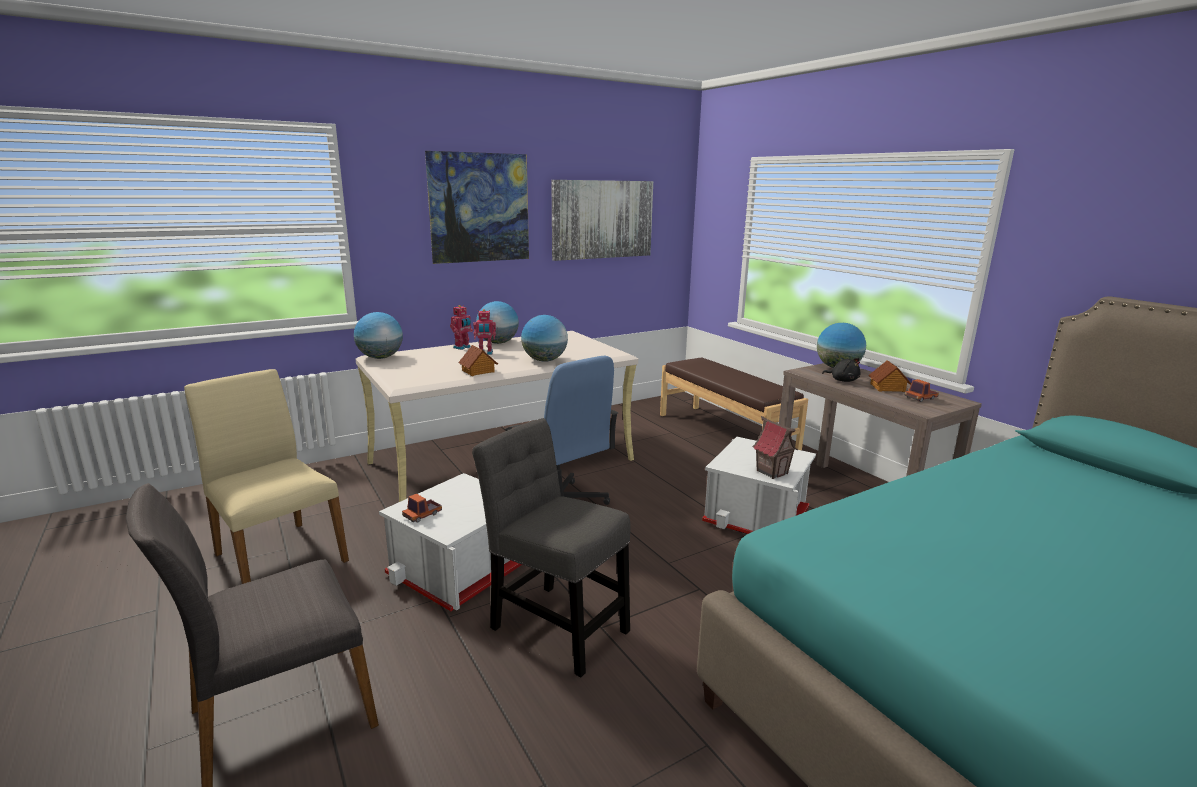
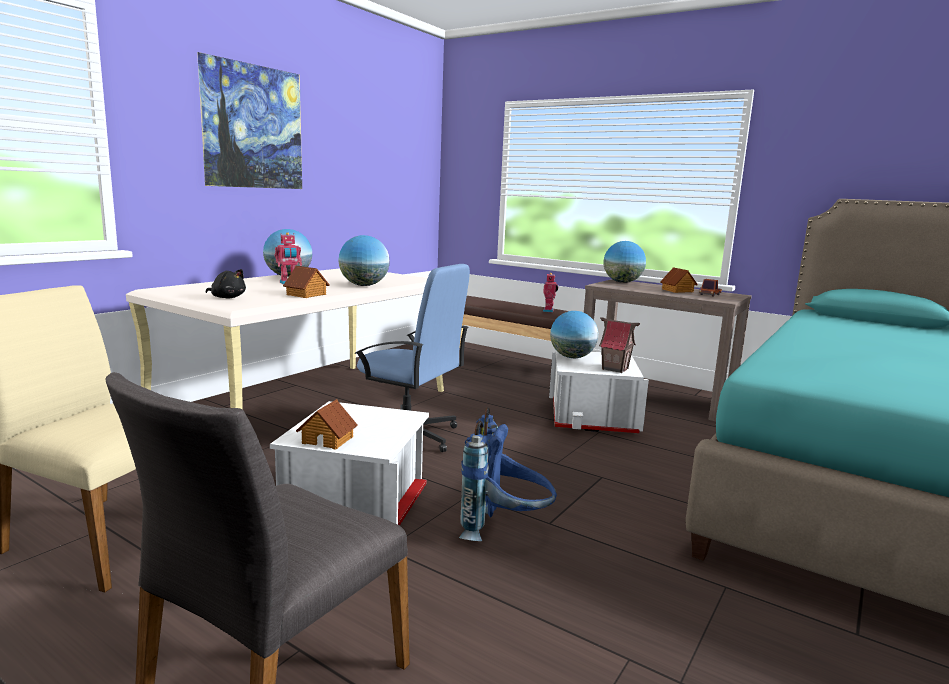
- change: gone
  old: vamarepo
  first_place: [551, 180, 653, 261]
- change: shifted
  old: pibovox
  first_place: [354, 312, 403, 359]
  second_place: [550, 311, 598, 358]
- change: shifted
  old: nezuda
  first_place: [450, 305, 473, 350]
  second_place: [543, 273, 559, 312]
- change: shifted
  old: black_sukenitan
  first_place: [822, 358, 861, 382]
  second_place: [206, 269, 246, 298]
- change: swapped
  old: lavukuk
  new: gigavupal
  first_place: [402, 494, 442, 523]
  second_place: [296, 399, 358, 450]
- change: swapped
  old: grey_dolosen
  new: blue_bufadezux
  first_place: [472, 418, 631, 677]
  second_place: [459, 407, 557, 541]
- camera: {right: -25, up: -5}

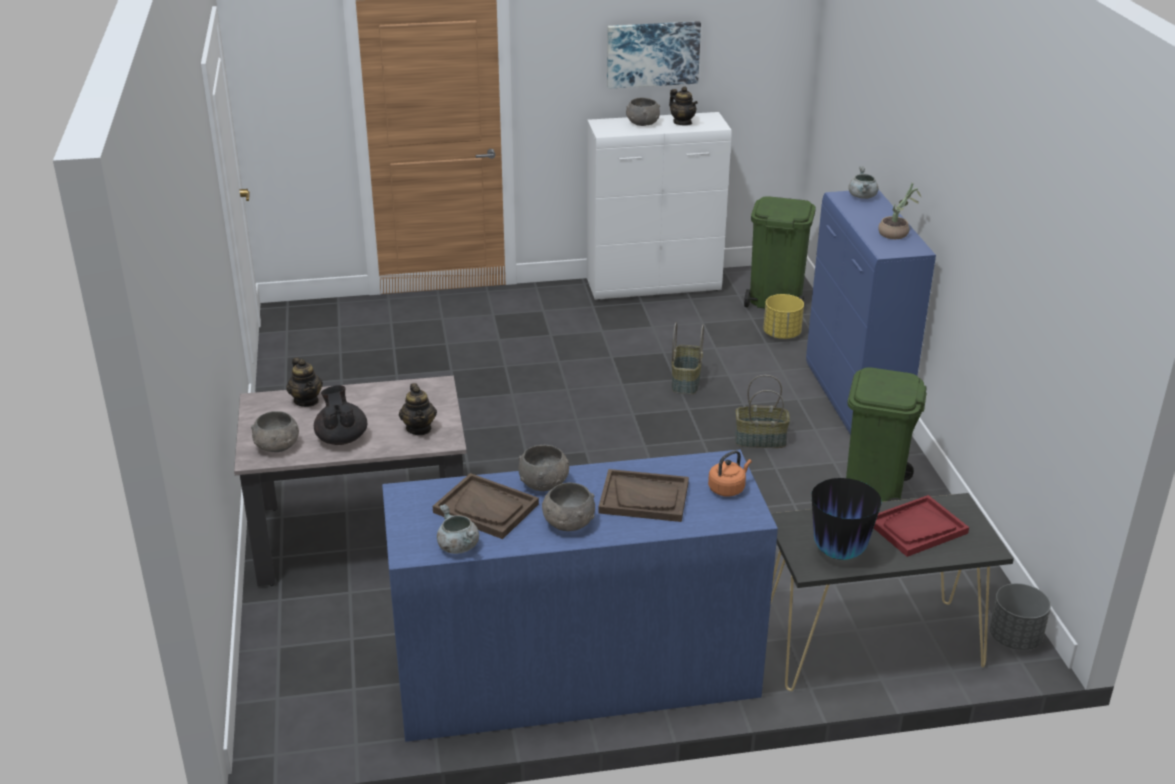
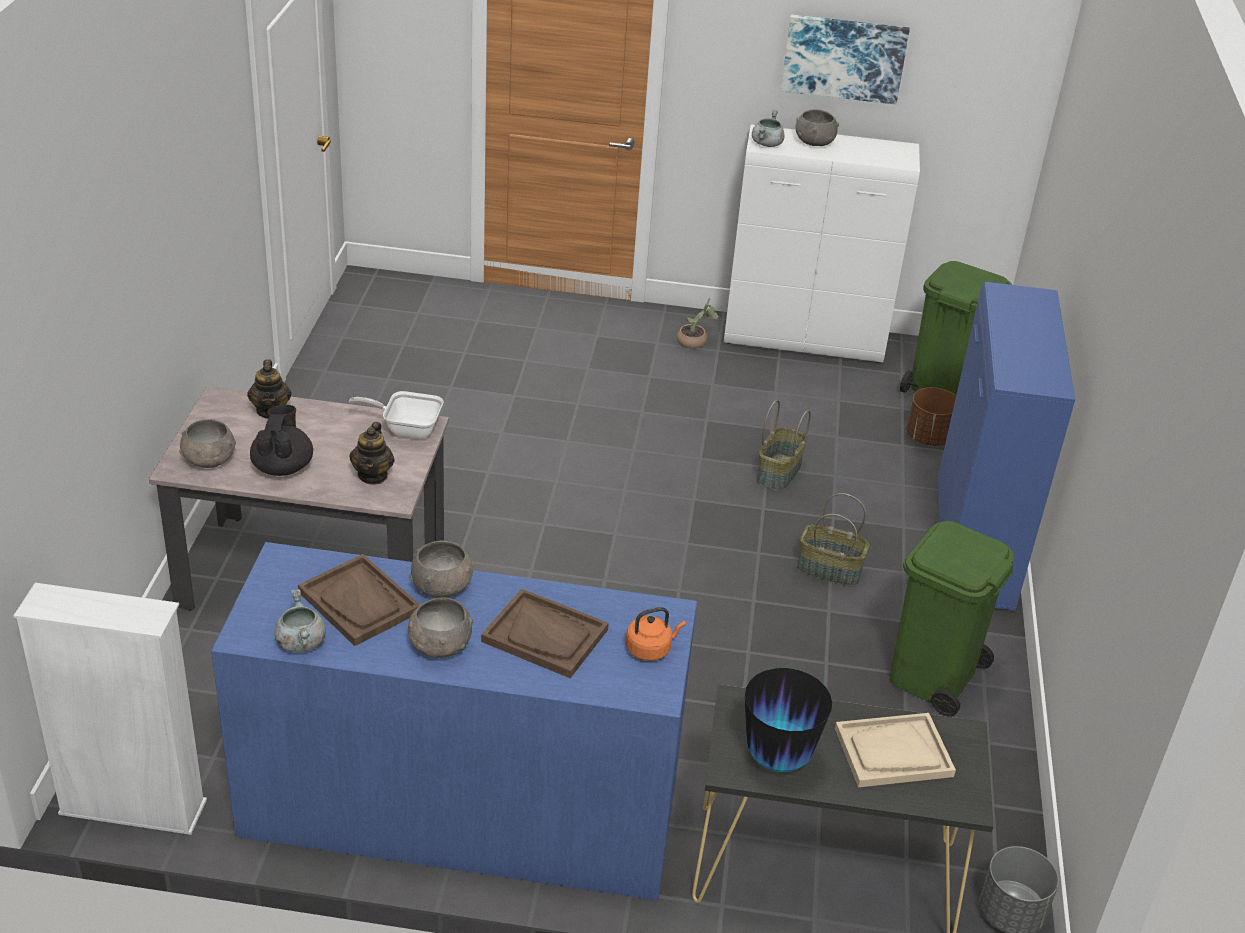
- change: gone
  old: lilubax
  first_place: [669, 86, 698, 126]
- change: new
  new: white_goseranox
  second_place: [13, 583, 207, 835]
- change: new
  new: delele
  second_place: [349, 391, 444, 439]
- change: shifted
  old: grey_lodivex
  first_place: [848, 166, 878, 199]
  second_place: [752, 110, 784, 147]
- change: shifted
  old: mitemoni
  first_place: [878, 183, 921, 239]
  second_place: [677, 298, 720, 349]
- change: repainted
  old: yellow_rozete
  new: brown_rozete
  first_place: [763, 294, 804, 339]
  second_place: [906, 387, 956, 446]
- change: repainted
  old: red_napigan
  new: beige_napigan
  first_place: [874, 495, 969, 557]
  second_place: [835, 713, 956, 787]
- camera: {right: 15, up: 5}

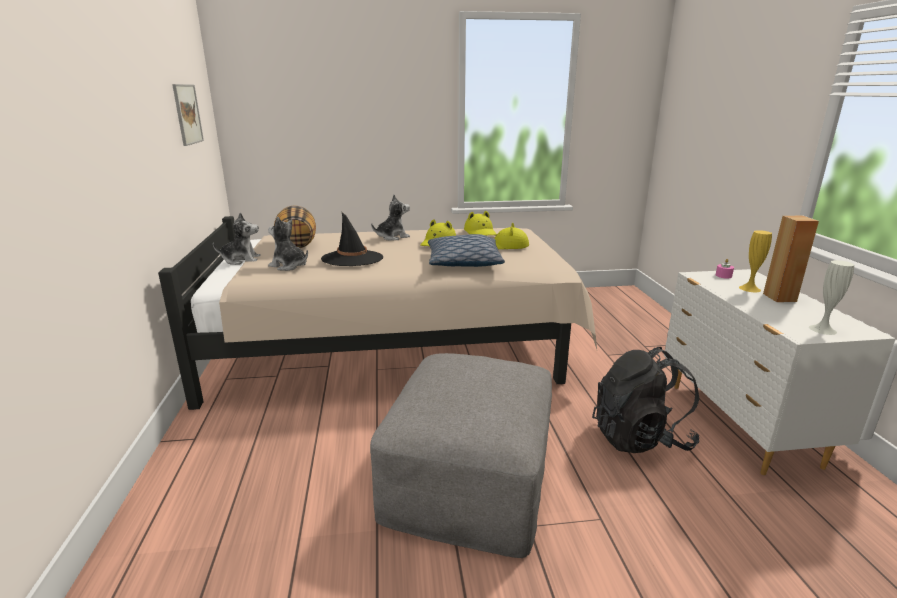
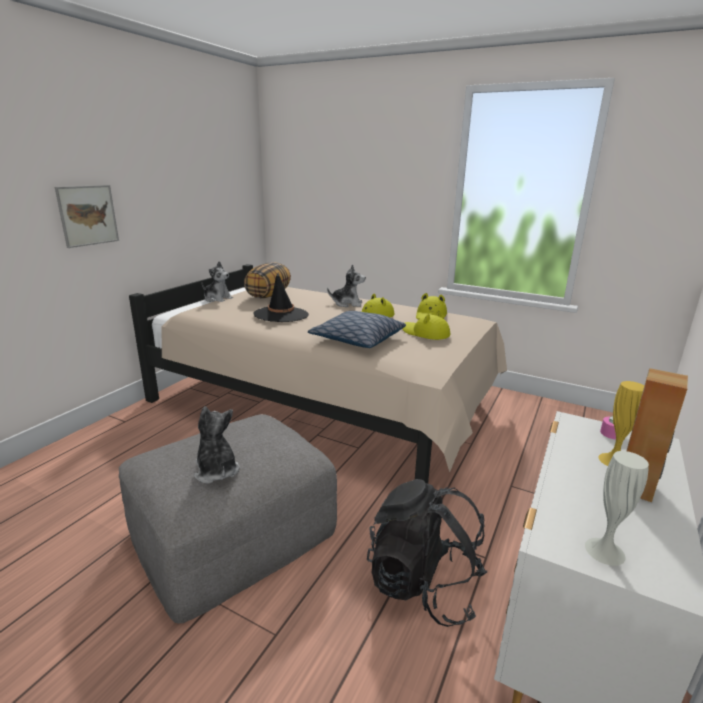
- change: shifted
  old: vamarepo
  first_place: [172, 84, 204, 146]
  second_place: [55, 185, 119, 248]
- change: shifted
  old: sukenitan
  first_place: [268, 217, 308, 271]
  second_place: [194, 406, 239, 483]
- camera: {right: 35, up: 0}

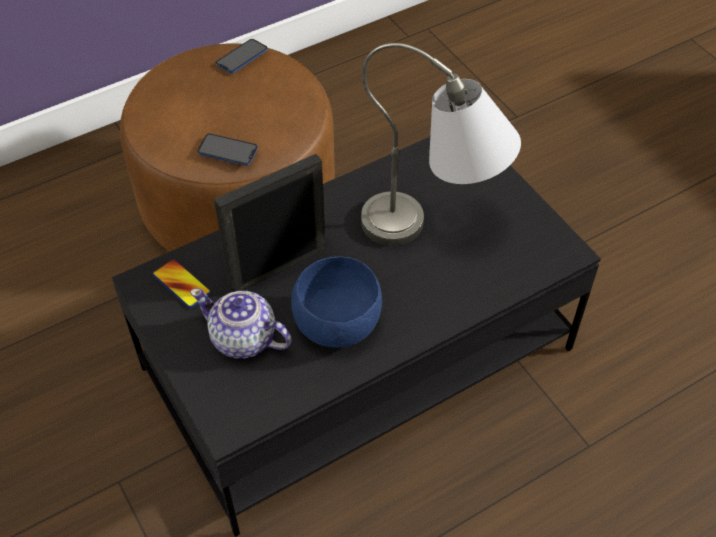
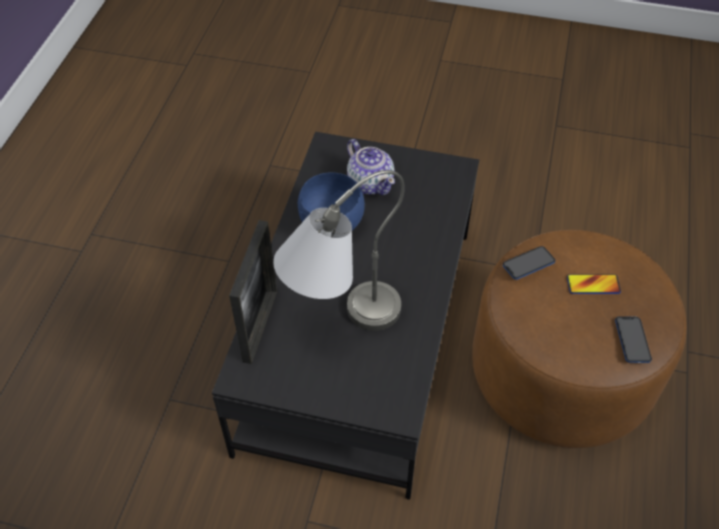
- change: shifted
  old: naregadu
  first_place: [152, 258, 211, 308]
  second_place: [567, 274, 621, 294]
- change: shifted
  old: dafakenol
  first_place: [214, 154, 326, 292]
  second_place: [229, 220, 277, 364]
- change: rotated
  old: lilubax
  first_place: [190, 288, 291, 359]
  second_place: [347, 139, 395, 195]
  degrees: 75
- camera: {right: 135, up: 0}

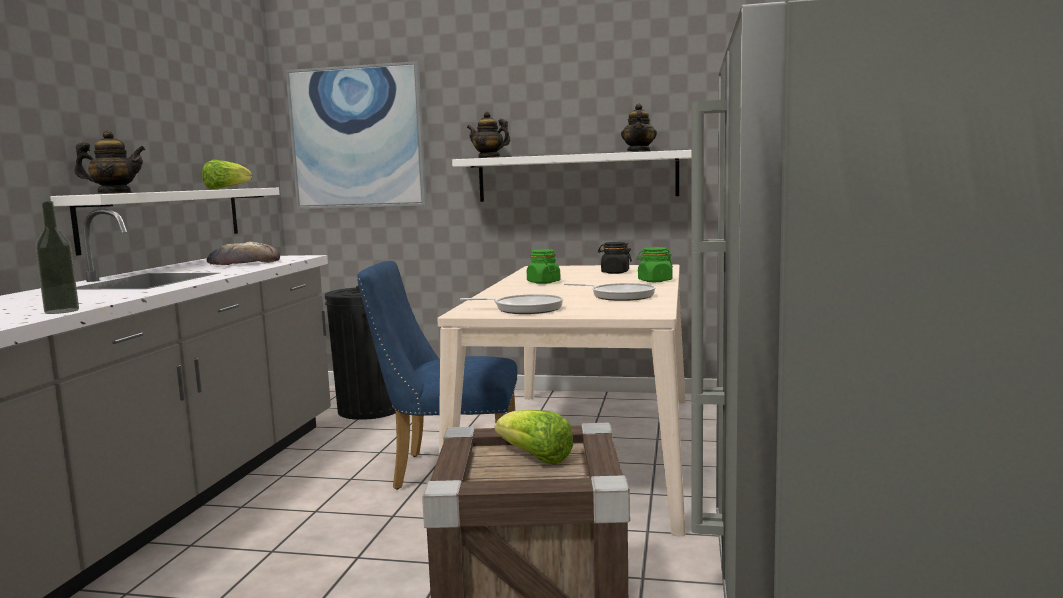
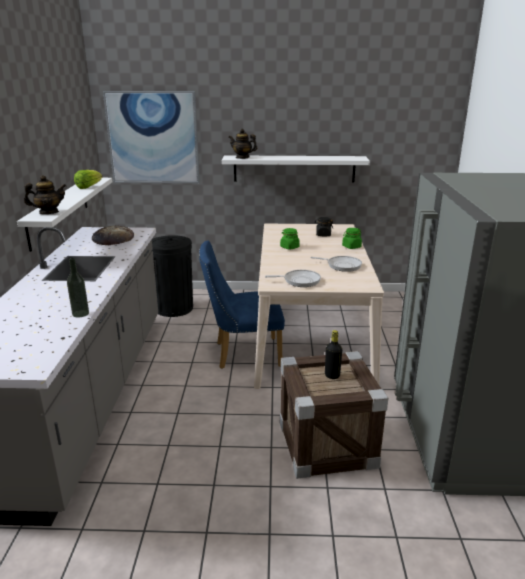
- change: gone
  old: lilubax
  first_place: [621, 103, 657, 152]
- change: swapped
  old: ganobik
  new: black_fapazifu
  first_place: [495, 410, 573, 464]
  second_place: [325, 330, 342, 379]
- camera: {right: -10, up: 15}

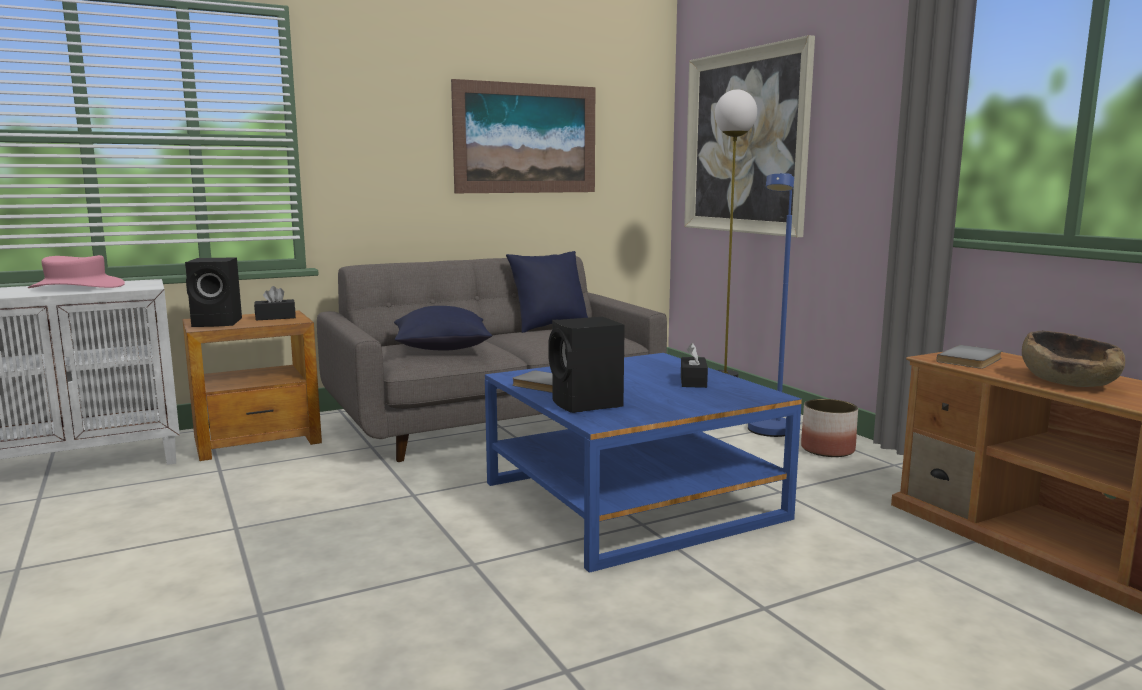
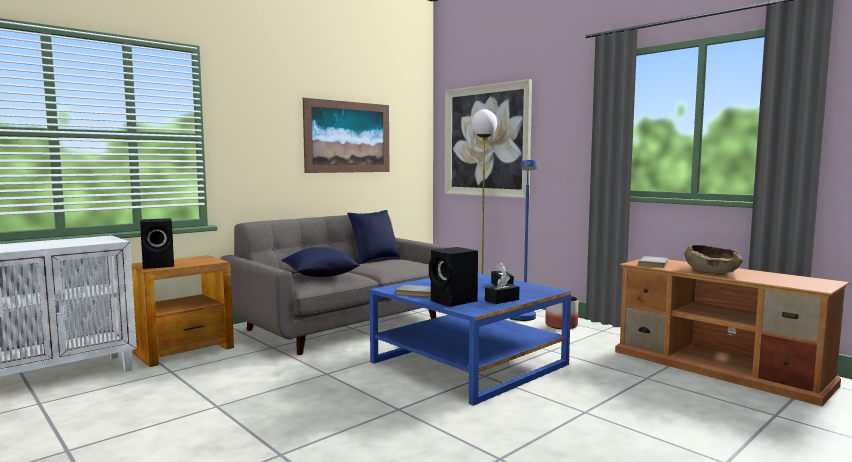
- change: gone
  old: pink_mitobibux
  first_place: [28, 255, 125, 288]
- change: shifted
  old: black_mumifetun
  first_place: [254, 286, 296, 321]
  second_place: [485, 274, 519, 304]
- camera: {right: -15, up: -5}

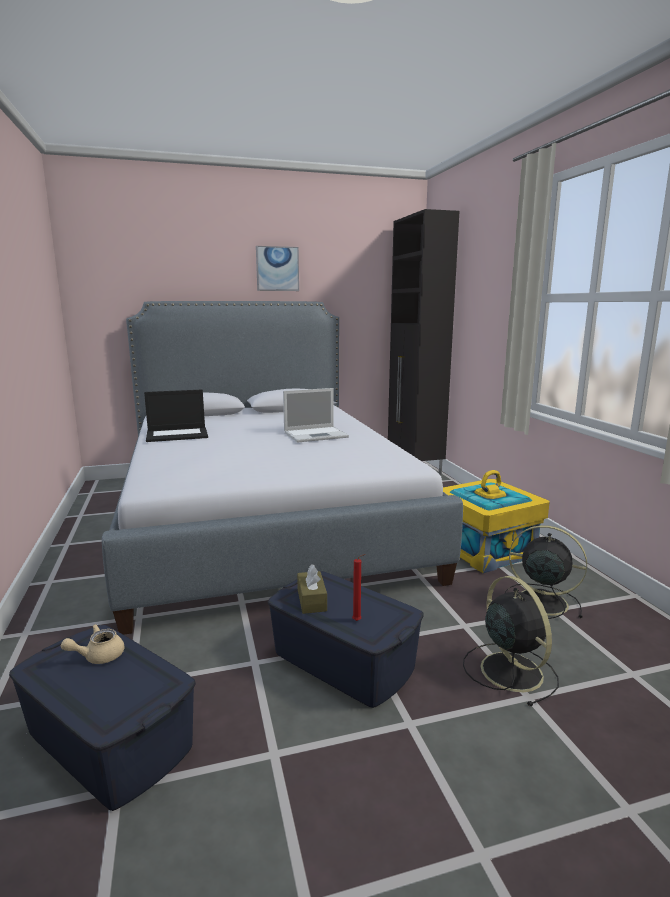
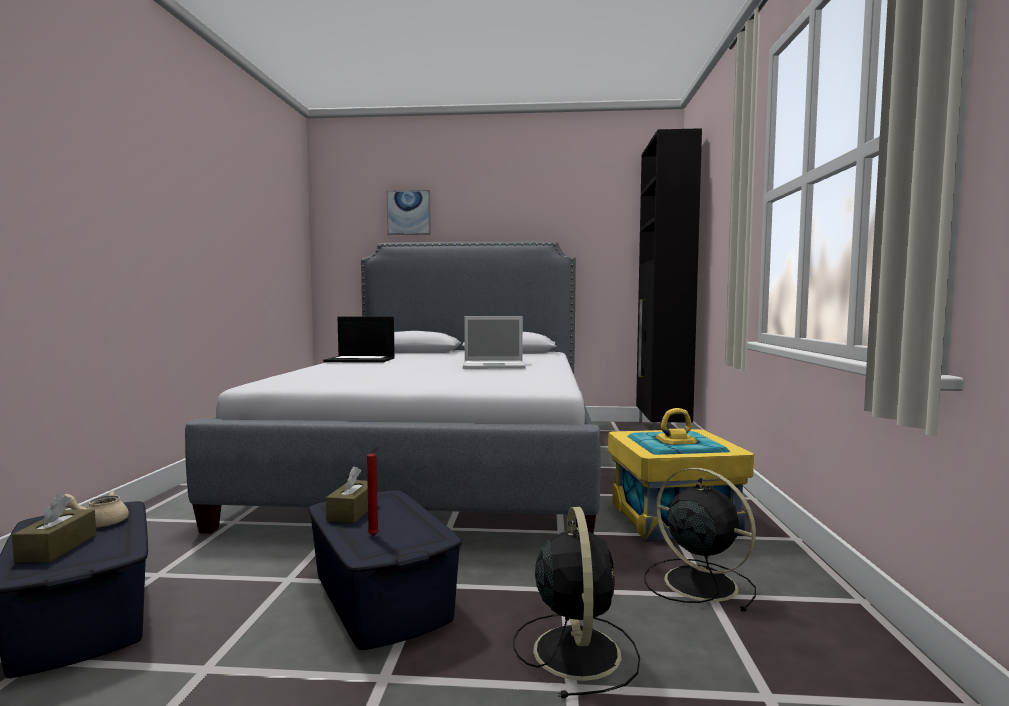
- change: new
  new: brown_mumifetun
  second_place: [12, 495, 96, 563]
- change: shifted
  old: vamarepo
  first_place: [256, 246, 299, 291]
  second_place: [387, 190, 431, 235]
- camera: {right: 20, up: -10}

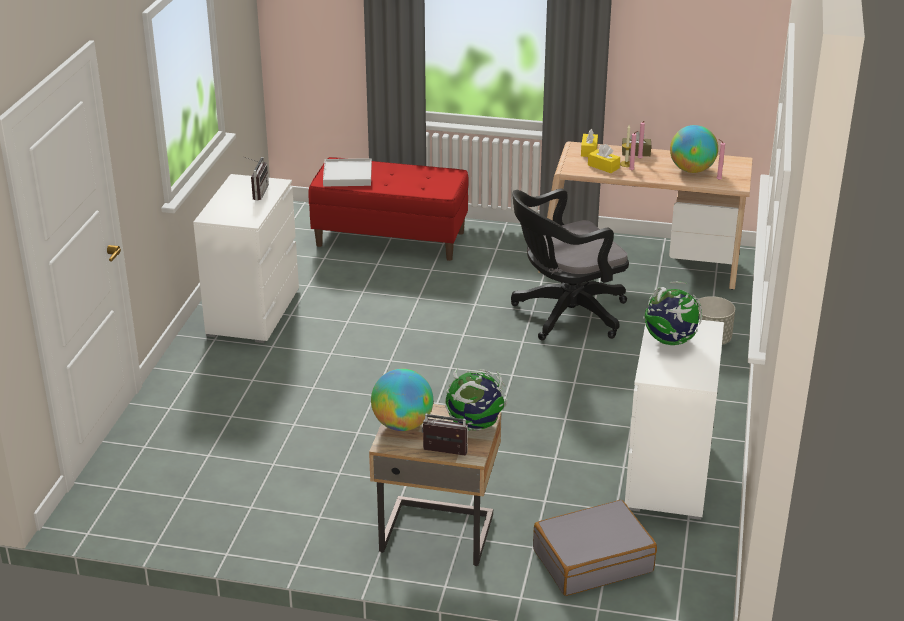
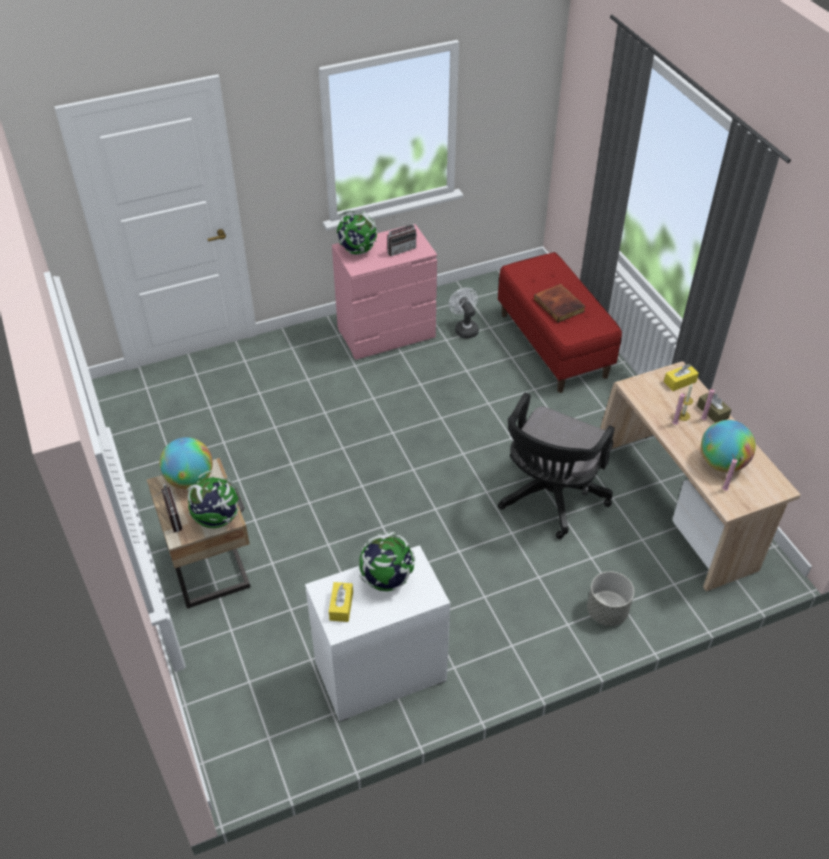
- change: gone
  old: white_napigan
  first_place: [323, 158, 372, 186]
- change: gone
  old: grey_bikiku
  first_place: [533, 500, 657, 596]
- change: new
  new: pibovox
  second_place: [337, 210, 377, 255]
- change: new
  new: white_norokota
  second_place: [449, 288, 479, 339]
- change: new
  new: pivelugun
  second_place: [534, 284, 586, 323]
- change: shifted
  old: yellow_mumifetun
  first_place: [588, 144, 620, 173]
  second_place: [329, 582, 353, 622]
- change: repainted
  old: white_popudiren
  new: pink_popudiren
  first_place: [193, 174, 299, 343]
  second_place: [332, 224, 437, 360]
- change: rotated
  old: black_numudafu
  first_place: [511, 188, 629, 340]
  second_place: [498, 393, 615, 539]
  degrees: -90
- camera: {right: 55, up: 15}

